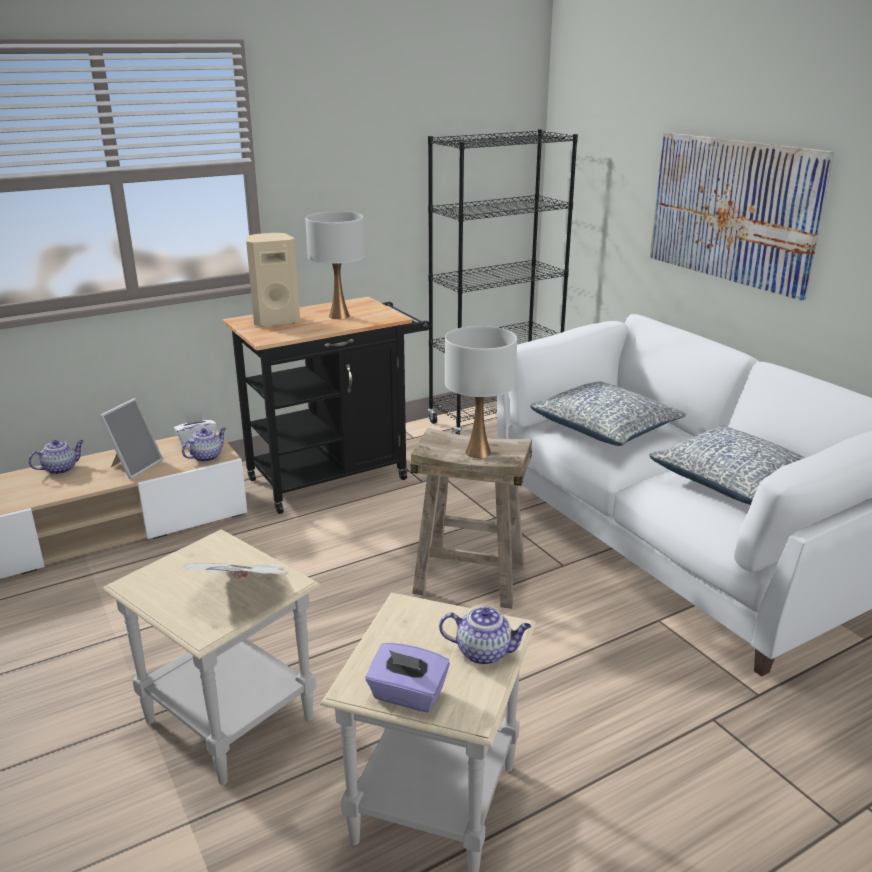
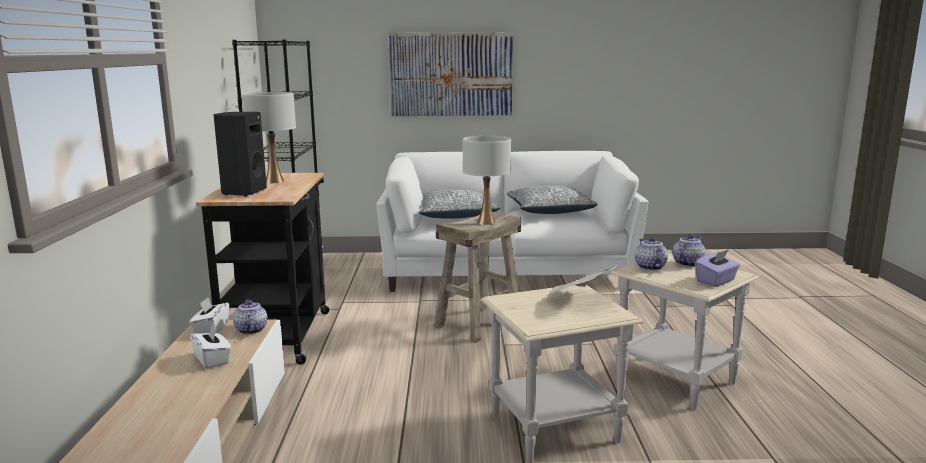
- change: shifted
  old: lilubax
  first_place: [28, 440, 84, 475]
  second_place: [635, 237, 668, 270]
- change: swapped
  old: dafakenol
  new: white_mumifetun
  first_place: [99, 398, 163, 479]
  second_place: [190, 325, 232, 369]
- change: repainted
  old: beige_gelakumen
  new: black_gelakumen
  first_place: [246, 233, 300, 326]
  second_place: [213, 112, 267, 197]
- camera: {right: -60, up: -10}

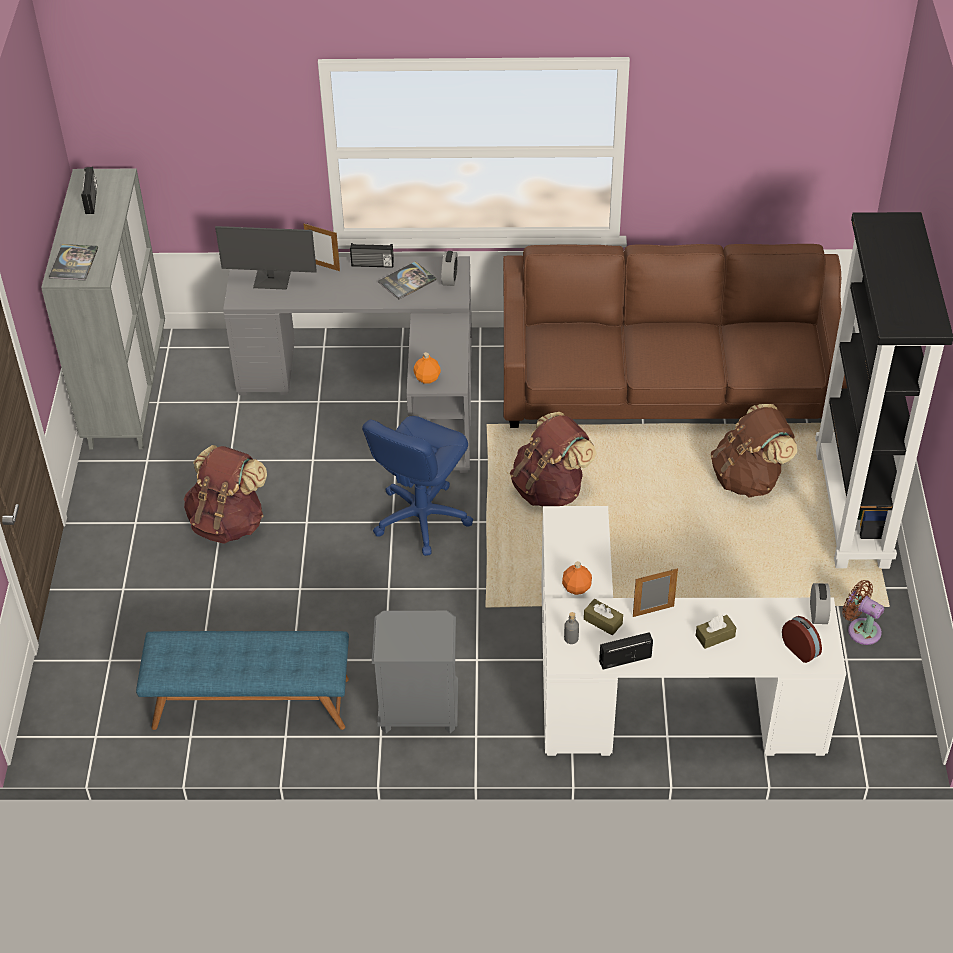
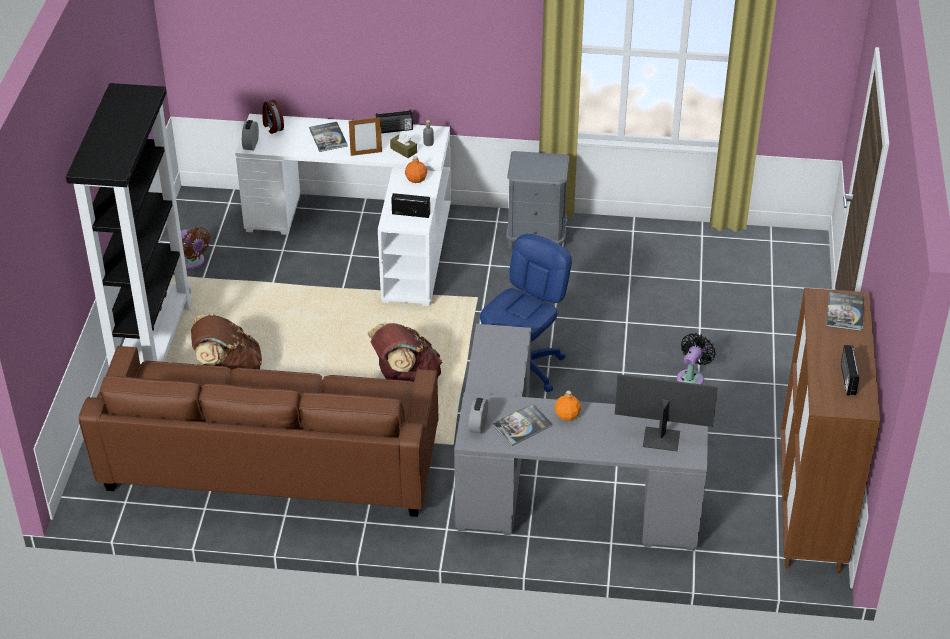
- change: gone
  old: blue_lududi
  first_place: [136, 631, 349, 730]
- change: gone
  old: dafakenol
  first_place: [304, 223, 340, 271]
- change: shifted
  old: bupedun
  first_place: [350, 243, 394, 268]
  second_place: [391, 193, 430, 218]
- change: shifted
  old: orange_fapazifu
  first_place: [414, 352, 441, 384]
  second_place: [555, 391, 581, 421]
- change: swapped
  old: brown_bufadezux
  new: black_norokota
  first_place: [184, 445, 267, 544]
  second_place: [677, 333, 715, 385]
- change: swapped
  old: brown_mumifetun
  new: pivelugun
  first_place: [695, 615, 736, 649]
  second_place: [309, 122, 348, 152]
- change: repainted
  old: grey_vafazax
  new: brown_vafazax
  first_place: [41, 169, 165, 449]
  second_place: [781, 288, 880, 573]
- camera: {right: -175, up: -5}

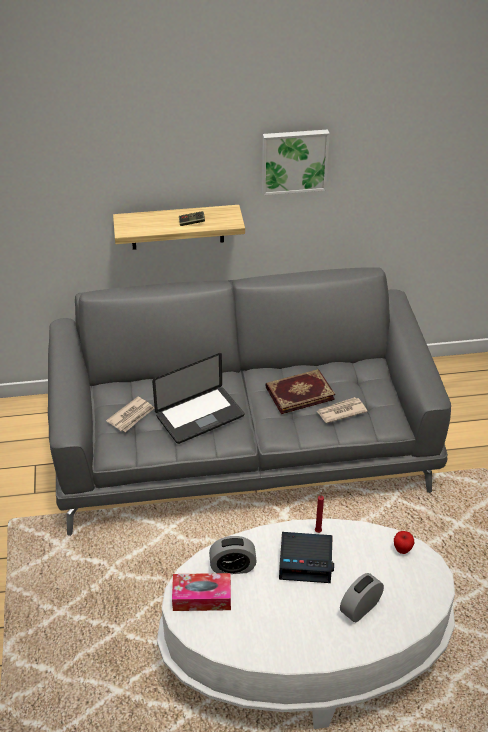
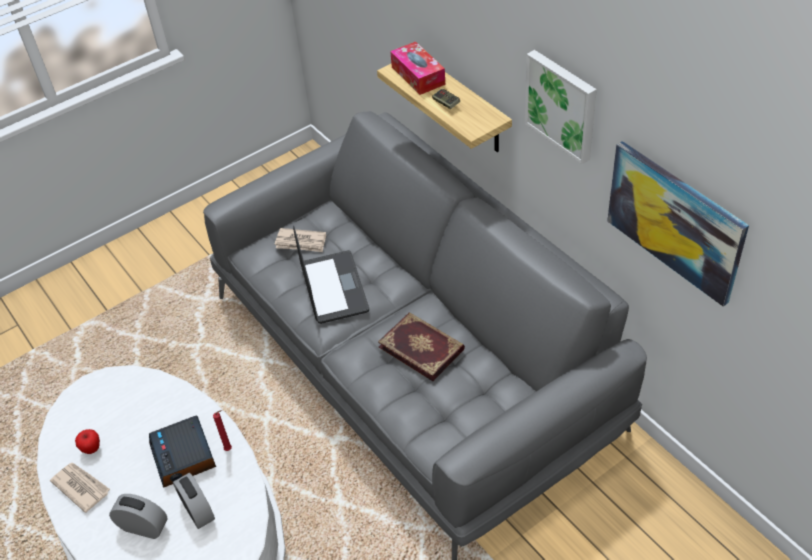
- change: new
  new: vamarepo
  second_place: [607, 141, 749, 306]
- change: shifted
  old: mumifetun
  first_place: [172, 573, 231, 611]
  second_place: [390, 42, 445, 95]
- change: shifted
  old: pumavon
  first_place: [209, 536, 257, 574]
  second_place: [173, 473, 215, 529]
- change: shifted
  old: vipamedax
  first_place: [316, 397, 367, 423]
  second_place: [50, 463, 110, 513]
- change: shifted
  old: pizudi
  first_place: [394, 531, 414, 554]
  second_place: [75, 429, 100, 454]
- change: rotated
  old: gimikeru
  first_place: [152, 353, 244, 444]
  second_place: [293, 226, 369, 324]
  degrees: -135
- camera: {right: 65, up: 5}

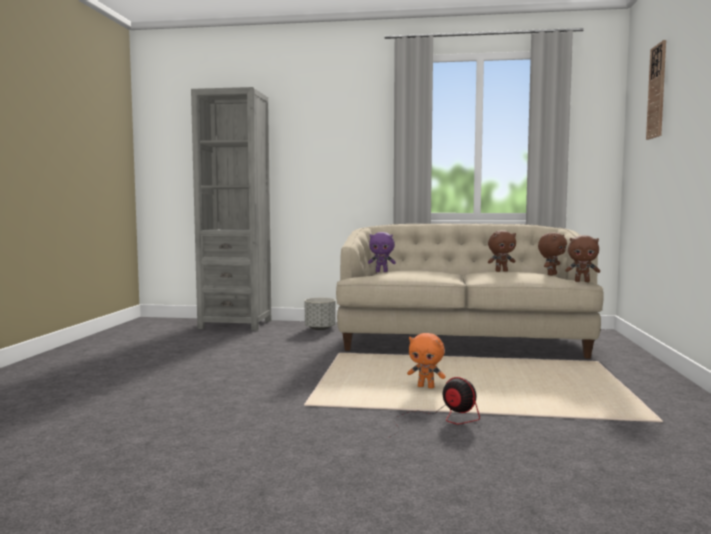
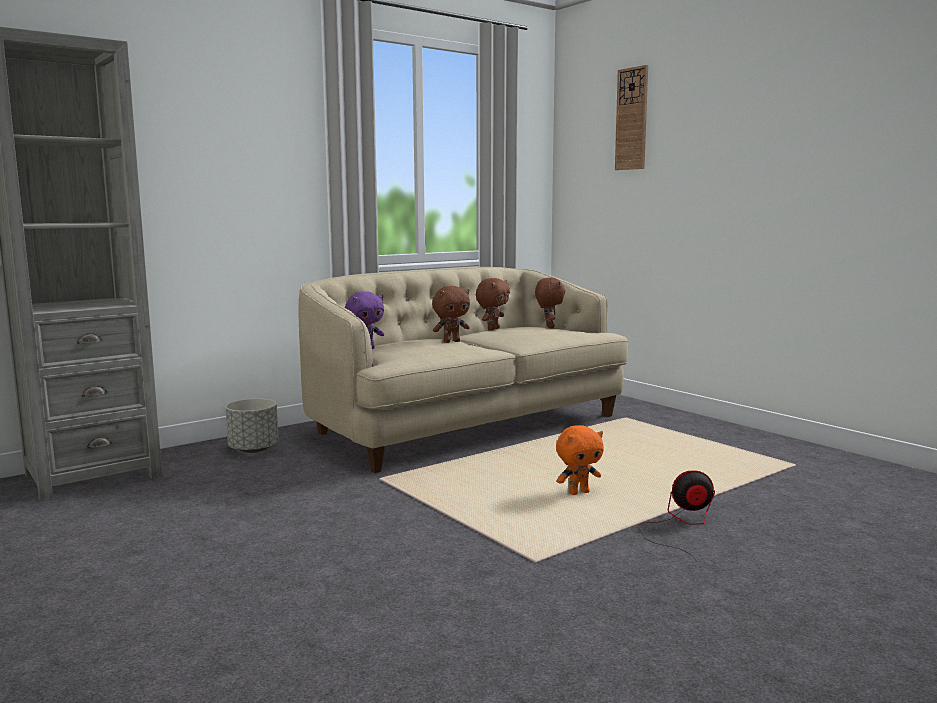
- change: shifted
  old: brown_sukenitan
  first_place: [565, 235, 600, 282]
  second_place: [432, 286, 470, 343]
- camera: {right: -45, up: 5}

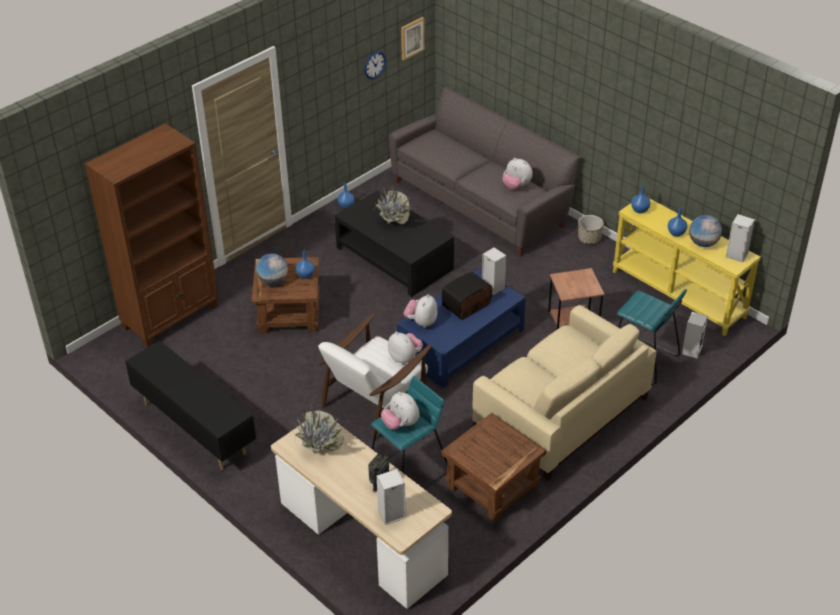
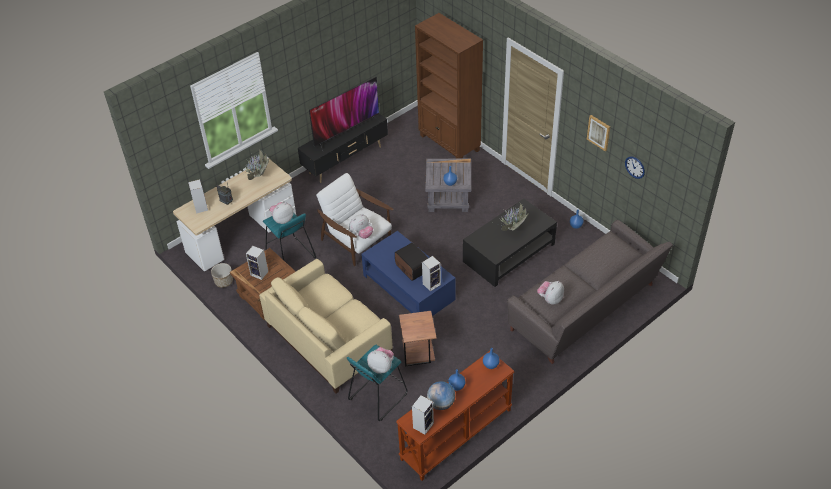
- change: gone
  old: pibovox
  first_place: [256, 253, 288, 285]
- change: new
  new: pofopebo
  second_place: [309, 77, 381, 151]
- change: shifted
  old: vamarepo
  first_place: [401, 17, 425, 61]
  second_place: [587, 115, 610, 151]
- change: shifted
  old: sukenitan
  first_place: [404, 294, 437, 327]
  second_place: [367, 347, 394, 374]
- change: shifted
  old: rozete
  first_place: [578, 215, 604, 245]
  second_place: [211, 263, 233, 288]
- change: shifted
  old: gelakumen
  first_place: [682, 312, 708, 359]
  second_place: [246, 246, 268, 280]
- change: repainted
  old: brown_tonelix
  new: grey_tonelix
  first_place: [252, 257, 320, 334]
  second_place: [425, 159, 471, 212]
- change: repainted
  old: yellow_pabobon
  new: brown_pabobon
  first_place: [613, 198, 761, 336]
  second_place: [396, 351, 514, 481]
- camera: {right: 95, up: 5}

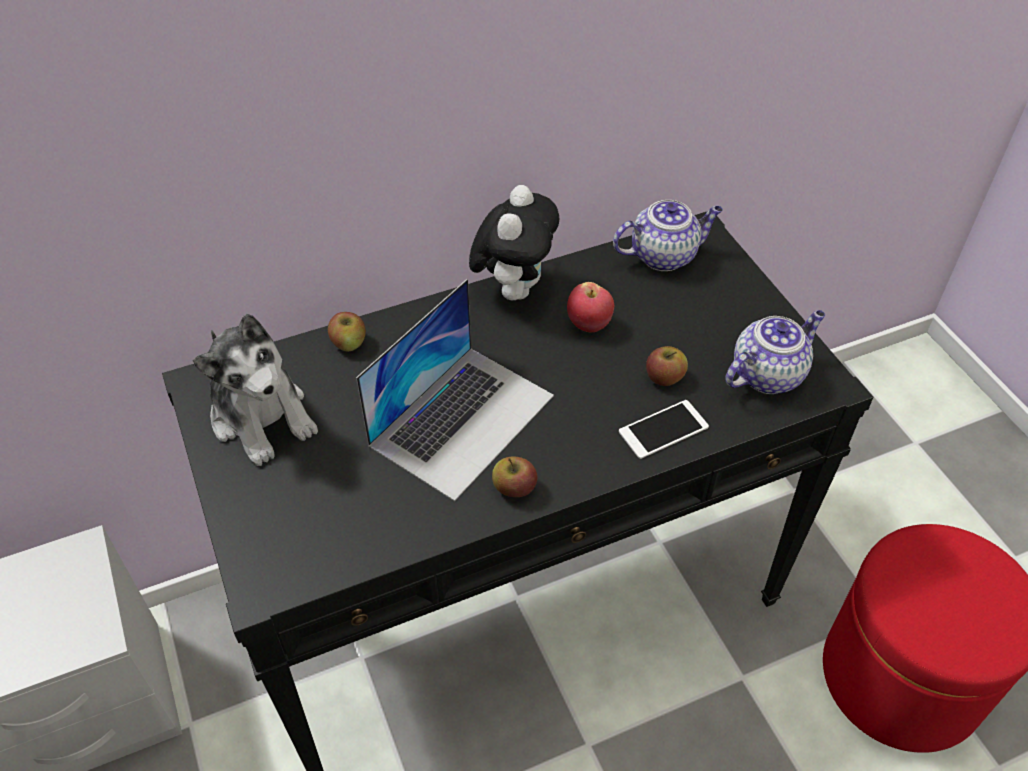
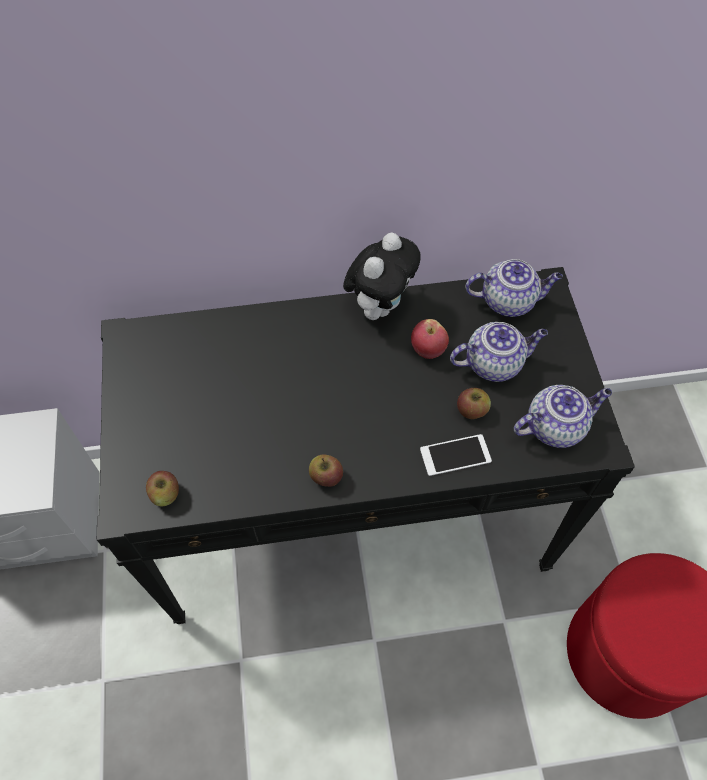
- change: gone
  old: sukenitan
  first_place: [193, 314, 318, 466]
- change: gone
  old: gimikeru
  first_place: [356, 279, 554, 501]
- change: new
  new: lilubax
  second_place: [450, 322, 548, 382]
- change: shifted
  old: pizudi
  first_place: [328, 312, 366, 352]
  second_place: [146, 471, 179, 506]
- camera: {right: 15, up: 10}

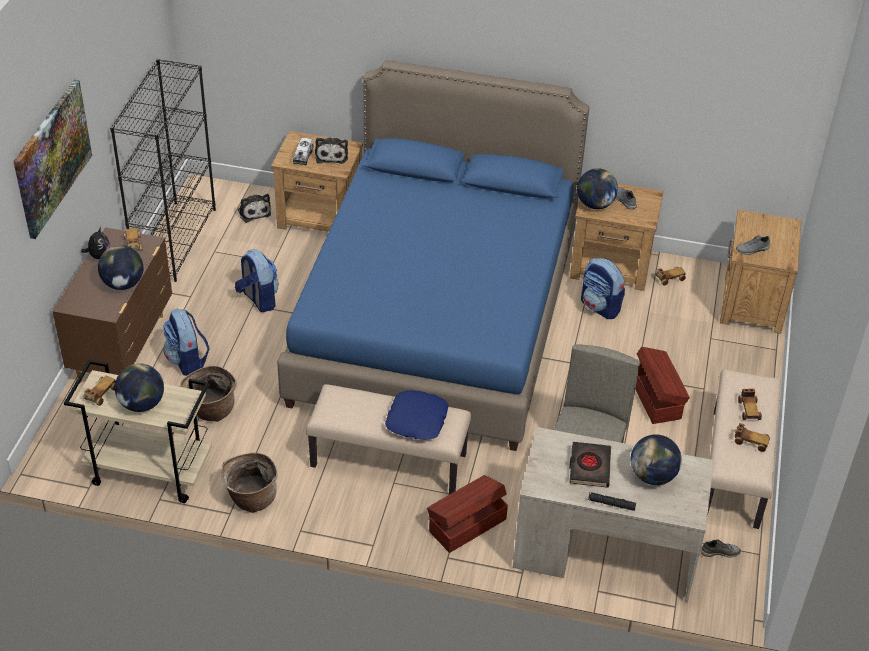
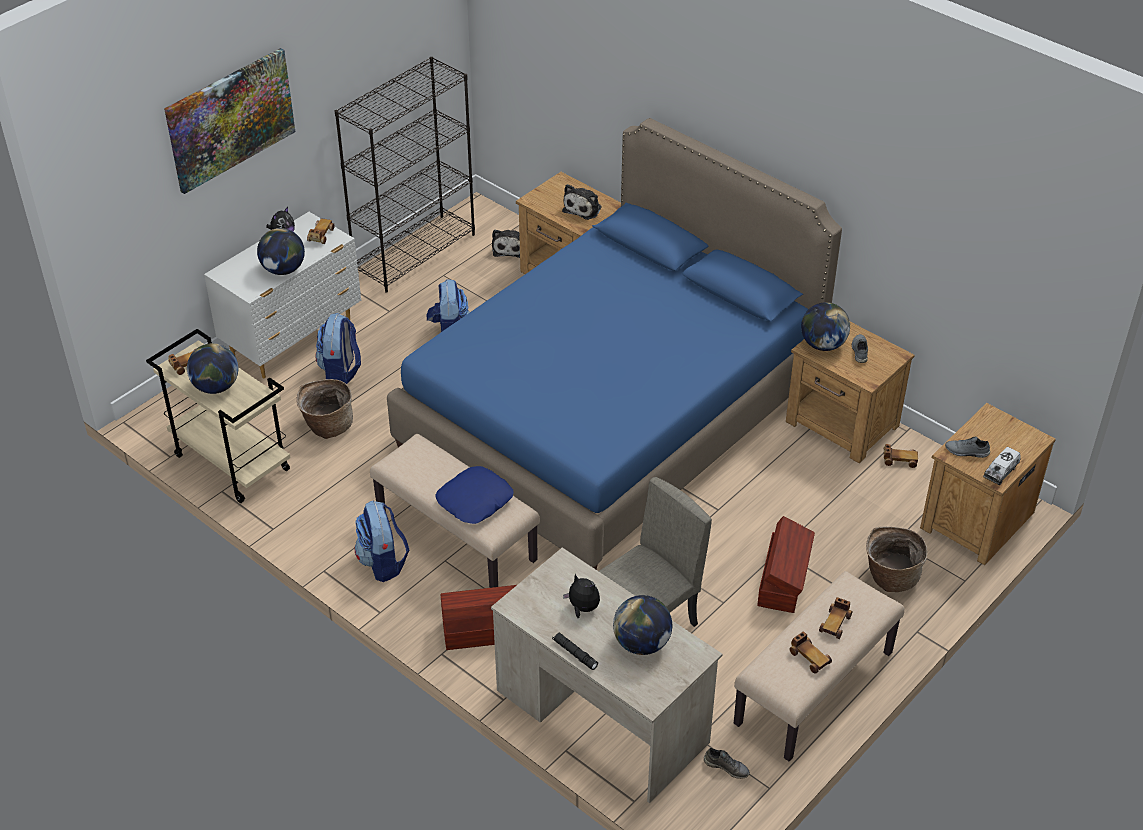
- change: shifted
  old: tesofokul
  first_place: [221, 453, 277, 513]
  second_place: [866, 526, 927, 592]
- change: shifted
  old: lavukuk
  first_place: [293, 138, 314, 166]
  second_place: [983, 447, 1021, 485]
- change: shifted
  old: bufadezux
  first_place: [581, 258, 625, 319]
  second_place: [355, 500, 409, 582]
- change: swapped
  old: black_pivelugun
  new: sukenitan
  first_place: [569, 442, 611, 488]
  second_place: [563, 574, 600, 618]
- change: repainted
  old: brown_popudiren
  new: white_popudiren
  first_place: [52, 227, 172, 383]
  second_place: [204, 212, 362, 378]
- camera: {right: 30, up: 0}

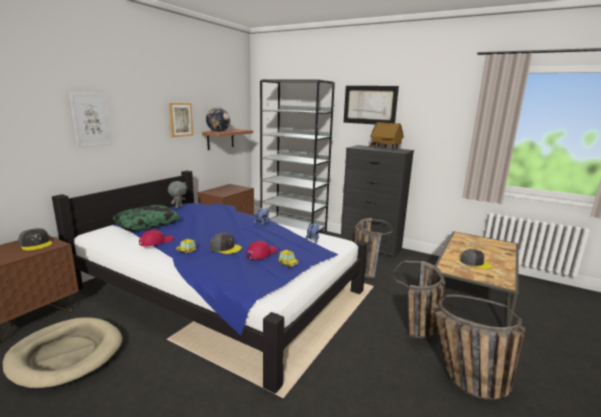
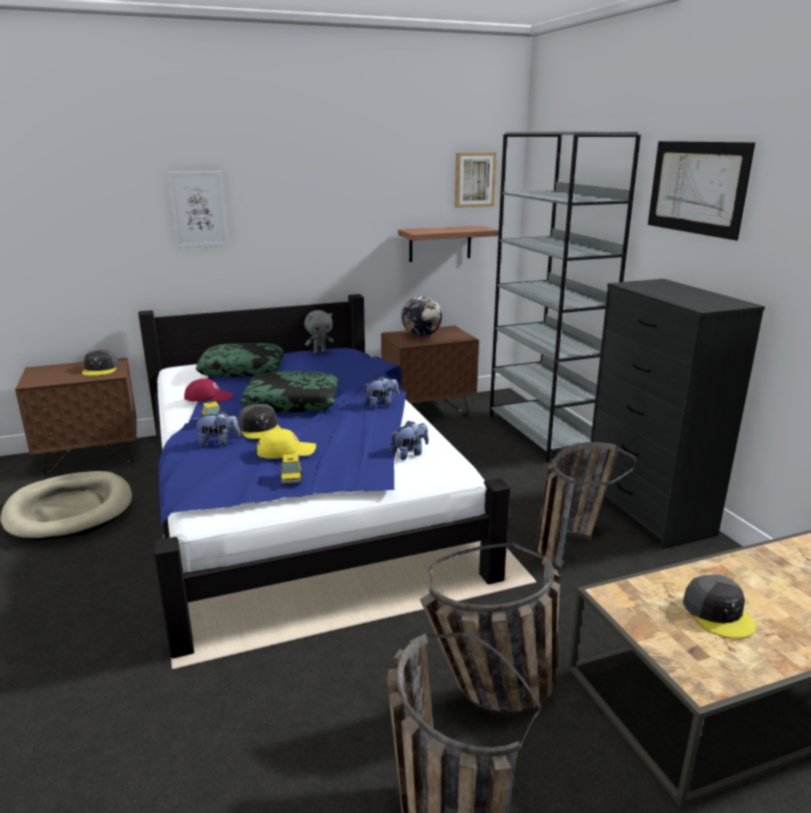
- change: gone
  old: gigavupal
  first_place: [368, 122, 404, 149]
- change: new
  new: sukenitan
  second_place: [193, 410, 241, 447]
- change: new
  new: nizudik
  second_place: [240, 371, 339, 412]
- change: shifted
  old: vamarepo
  first_place: [169, 103, 193, 137]
  second_place: [455, 152, 497, 208]
- change: shifted
  old: pibovox
  first_place: [206, 107, 230, 132]
  second_place: [402, 296, 442, 337]
- change: repainted
  old: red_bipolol
  new: yellow_bipolol
  first_place: [246, 241, 277, 260]
  second_place: [257, 429, 316, 459]
- camera: {right: 40, up: 5}

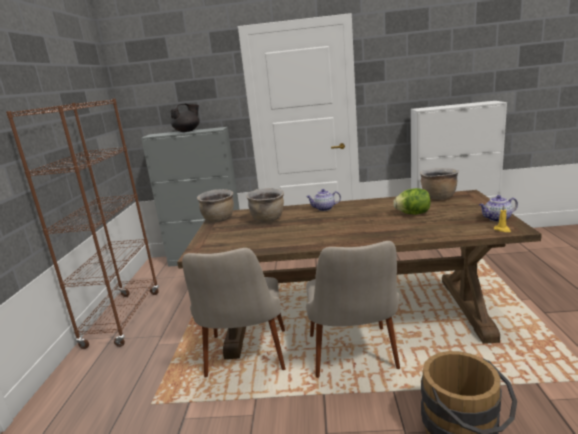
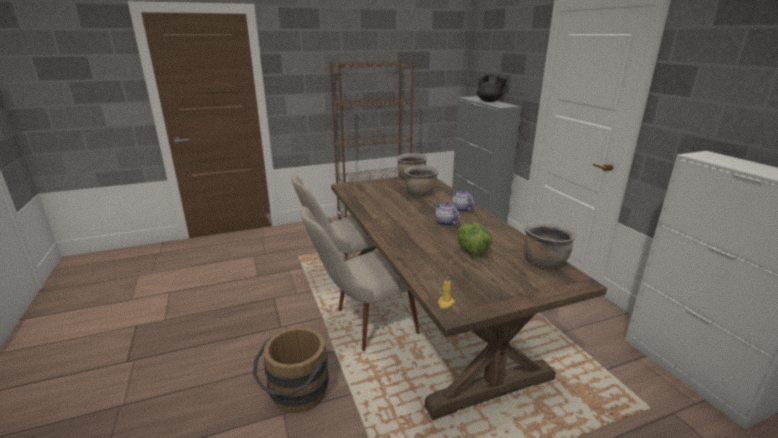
- change: shifted
  old: lilubax
  first_place: [479, 195, 518, 222]
  second_place: [435, 202, 460, 226]
- camera: {right: 65, up: 5}

